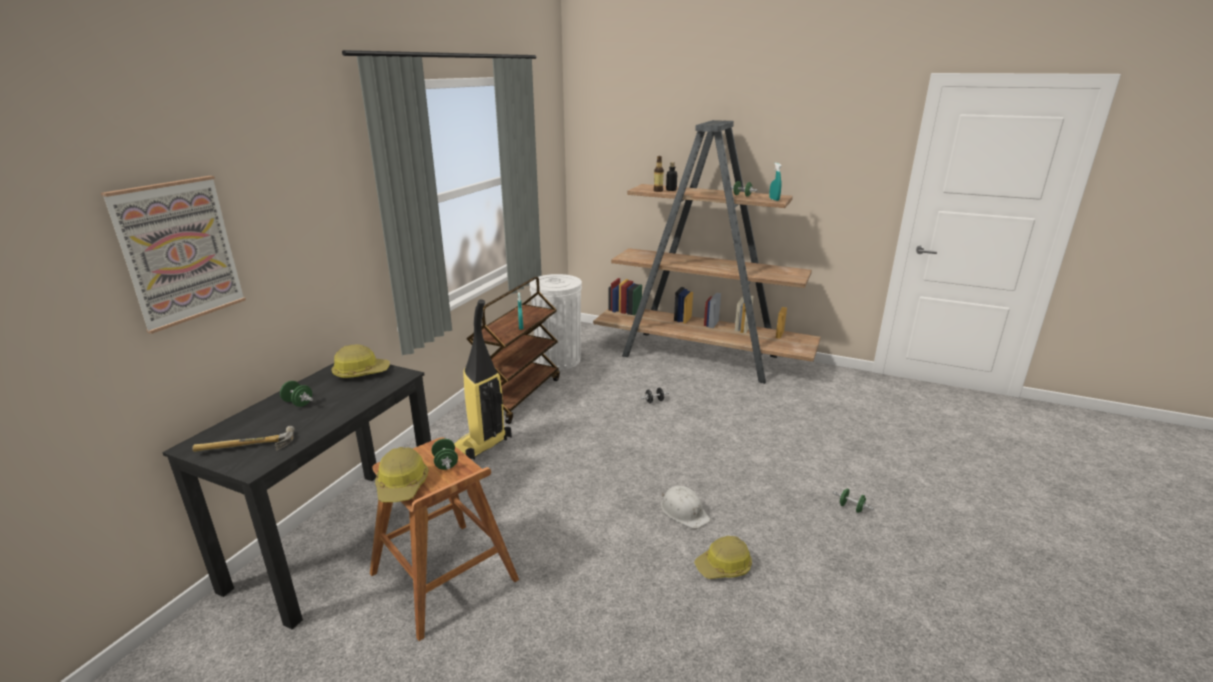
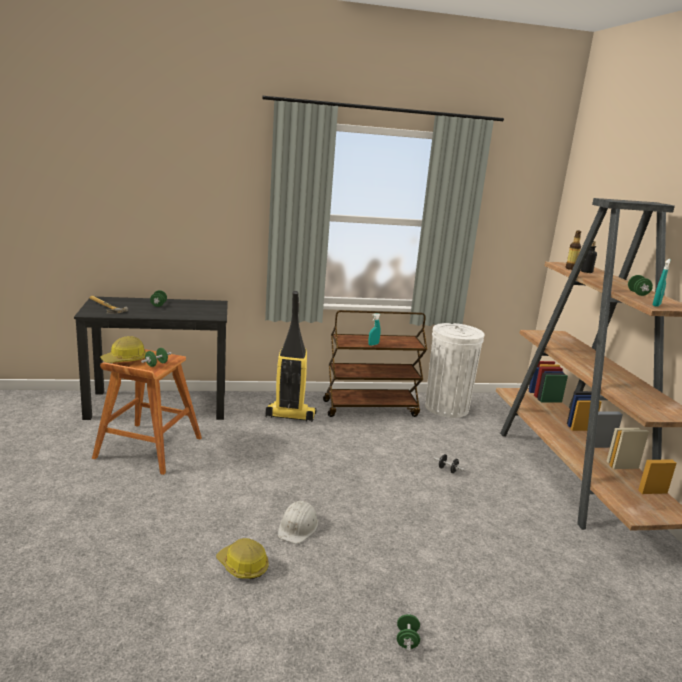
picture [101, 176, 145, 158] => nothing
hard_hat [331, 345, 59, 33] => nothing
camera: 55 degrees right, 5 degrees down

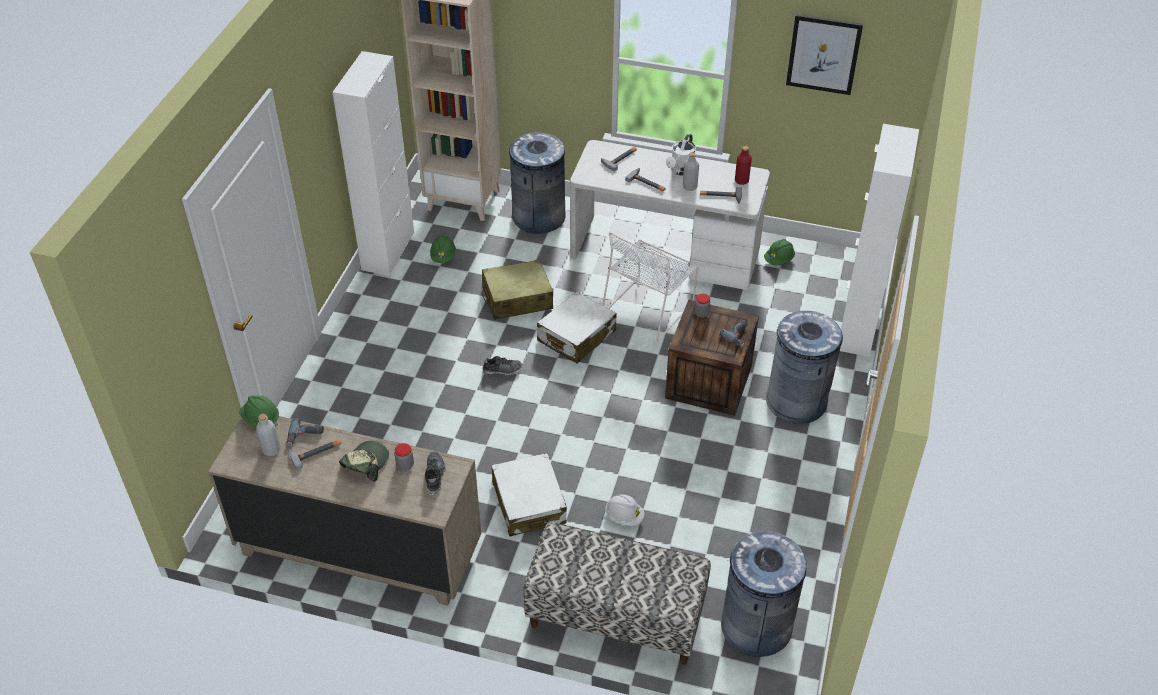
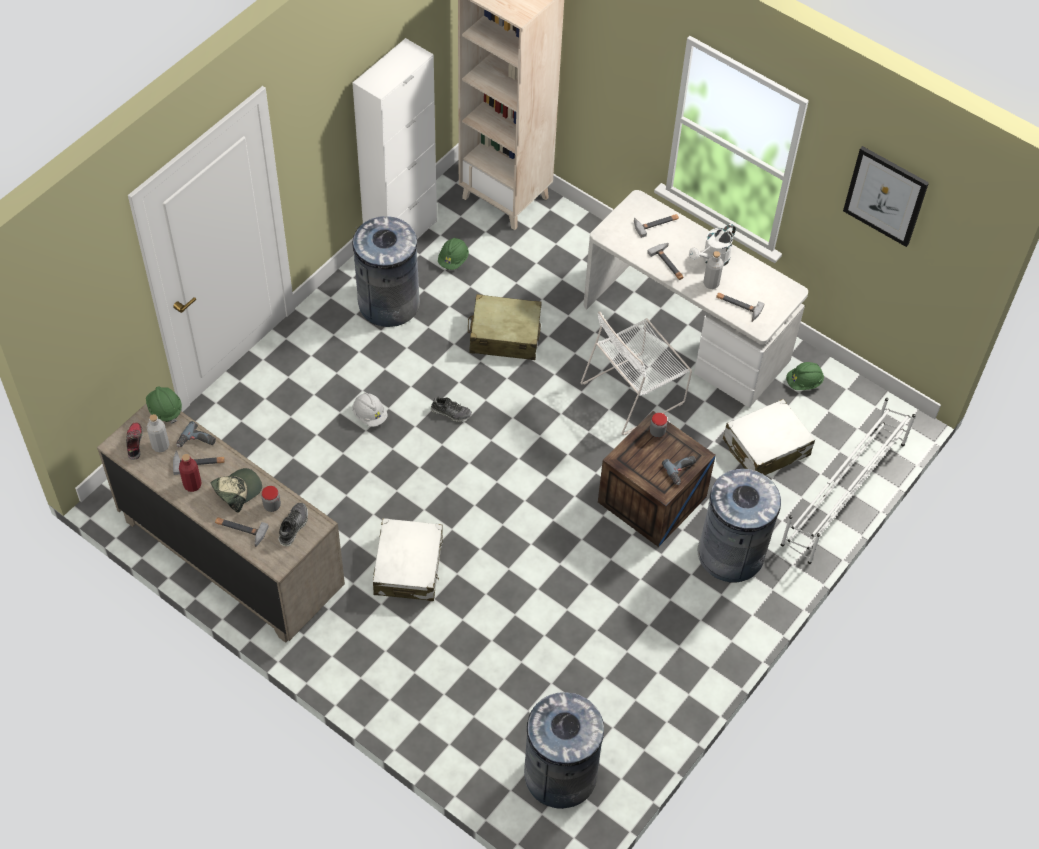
white_cabinet [840, 124, 79, 233] => white_shoe_rack [781, 398, 135, 166]
grey_trash_can [507, 132, 59, 102] => grey_trash_can [352, 216, 68, 111], relocated
red_bottle [735, 146, 17, 39] => red_bottle [179, 454, 23, 38], relocated
white_suitcase [537, 291, 79, 72] => white_suitcase [723, 399, 92, 76], relocated
white_hard_hat [605, 494, 40, 32] => white_hard_hat [353, 393, 35, 34], relocated
bench [523, 522, 188, 143] => nothing
nothing => shoe [126, 422, 17, 38]
nothing => hammer [215, 518, 54, 29]
camera: 20 degrees right, 10 degrees up

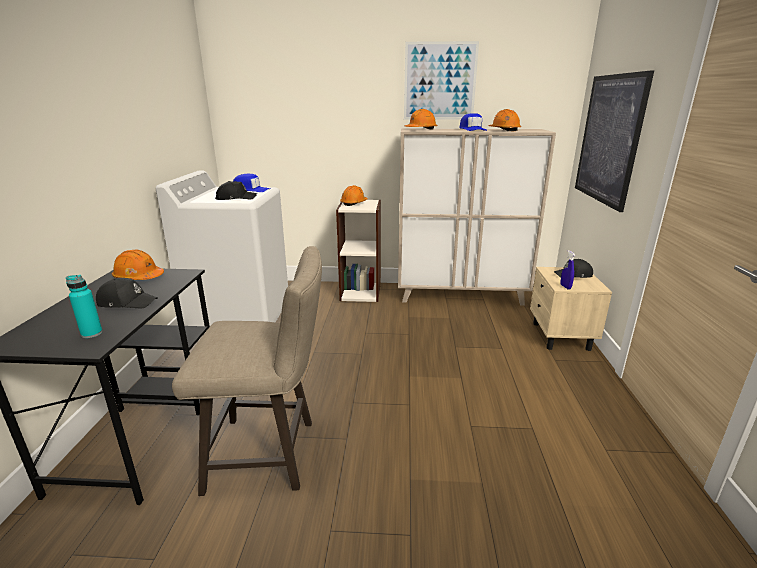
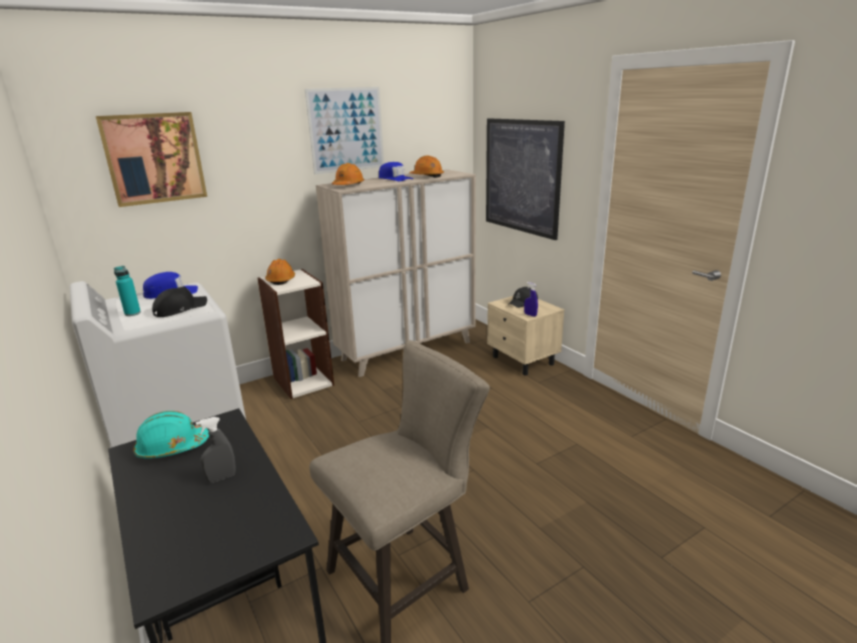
orange_hard_hat [112, 250, 52, 30] => turquoise_hard_hat [133, 411, 76, 48]
turquoise_bottle [66, 275, 37, 63] => turquoise_bottle [114, 266, 27, 50], relocated
black_cap [96, 278, 62, 31] => grey_spray_bottle [196, 417, 40, 66]
nothing => picture [96, 112, 111, 95]
camera: 35 degrees left, 0 degrees up

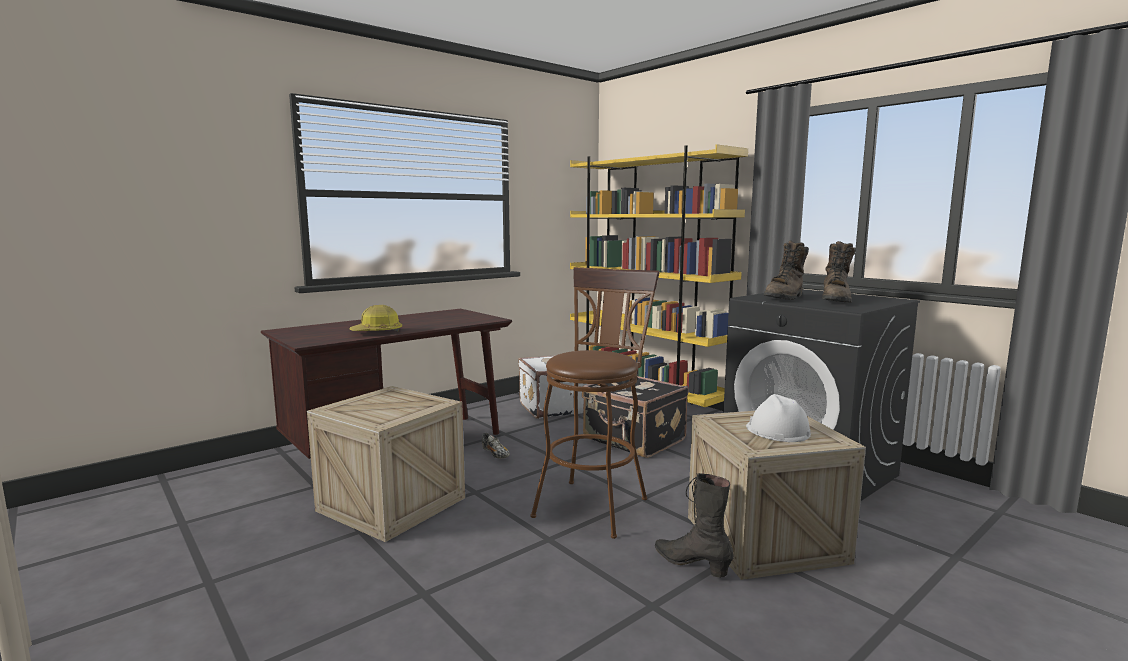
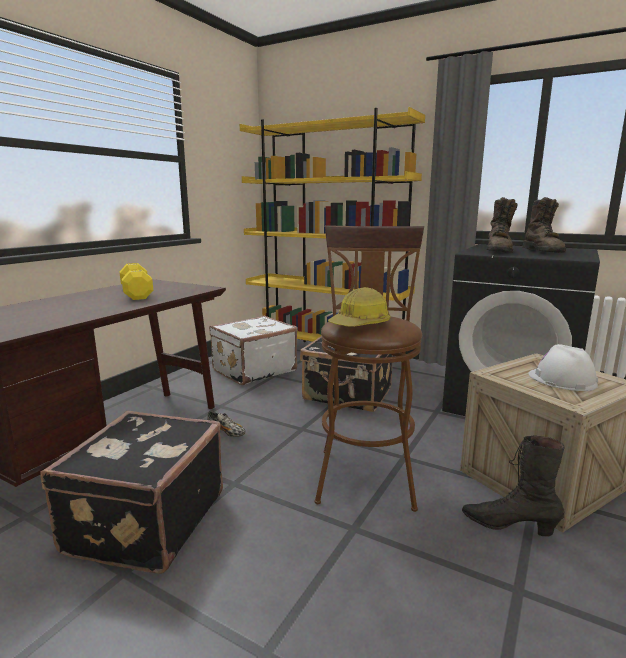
hard_hat [350, 305, 52, 27] => hard_hat [328, 287, 62, 40], relocated
crate [307, 386, 158, 156] => black_suitcase [40, 411, 183, 163]
nothing => yellow_dumbbell [119, 263, 34, 37]
camera: 20 degrees left, 5 degrees up

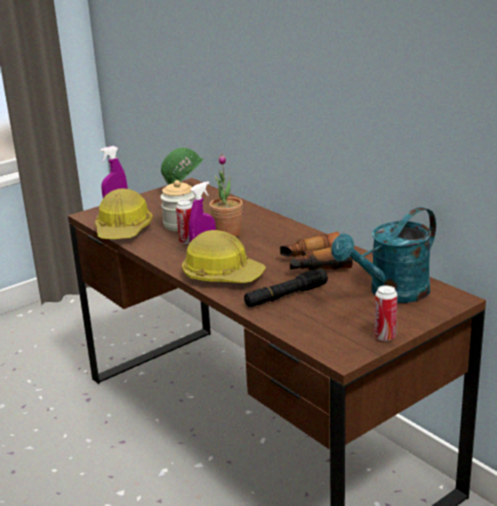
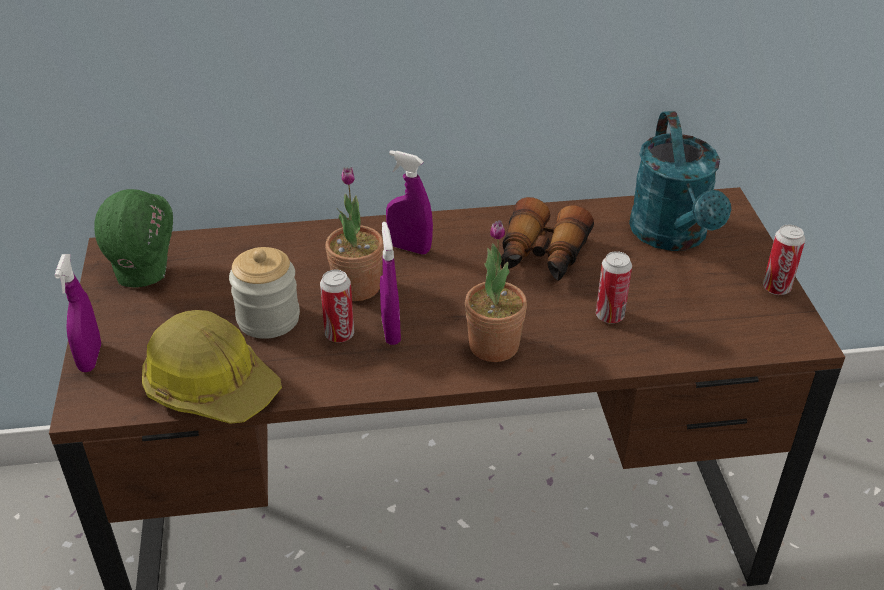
hard_hat [182, 230, 84, 53] => potted_plant [465, 220, 62, 142]
black_flashlight [244, 268, 84, 39] => can [596, 251, 36, 72]
nothing => purple_spray_bottle [386, 150, 47, 104]
camera: 60 degrees left, 15 degrees up

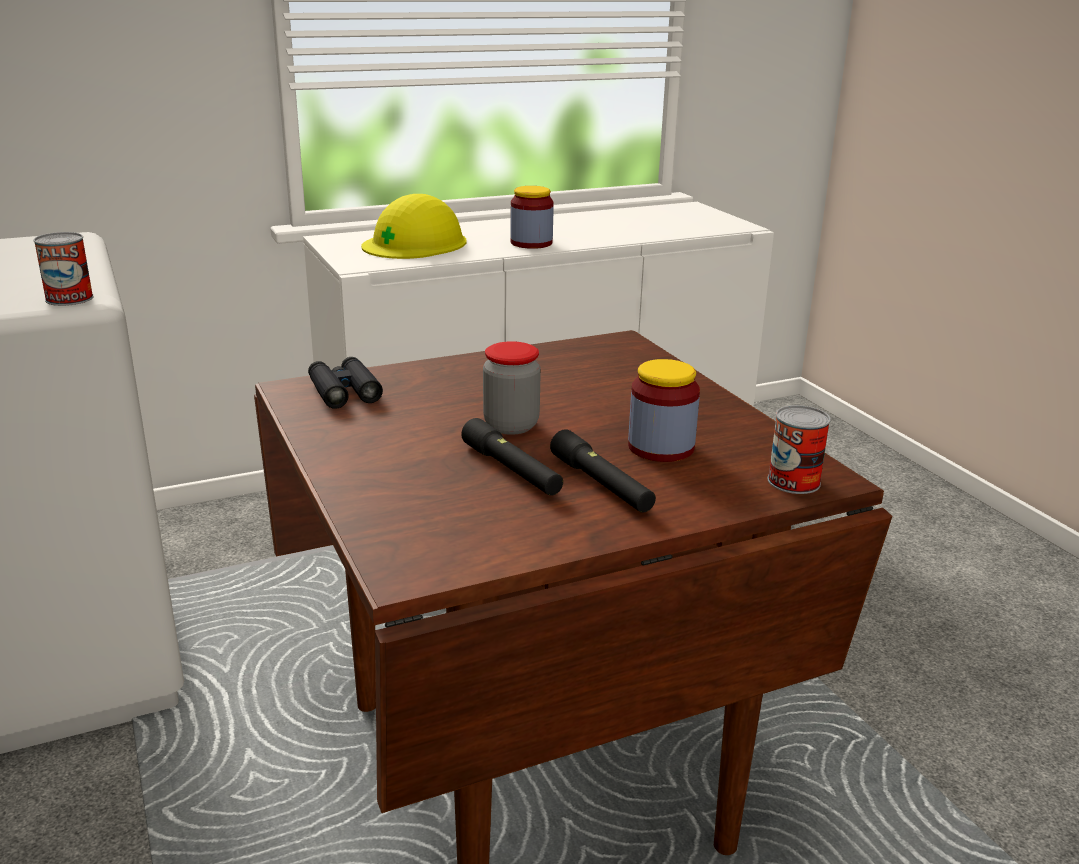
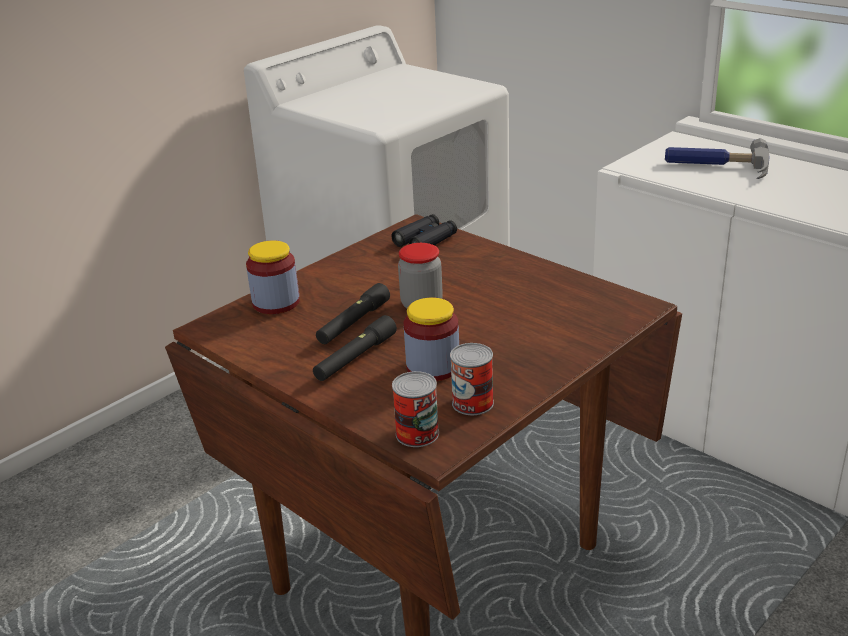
jar [510, 186, 44, 63] => jar [246, 240, 54, 74], relocated
yellow_hard_hat [361, 194, 106, 65] => hammer [665, 138, 104, 41]
can [33, 232, 61, 74] => can [450, 343, 44, 72], relocated
camera: 70 degrees right, 5 degrees up

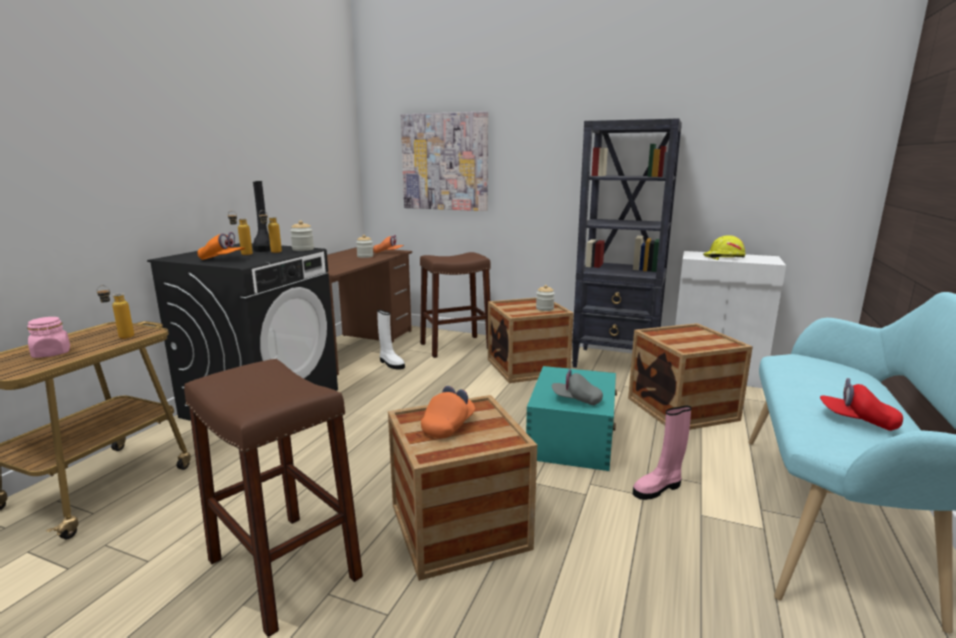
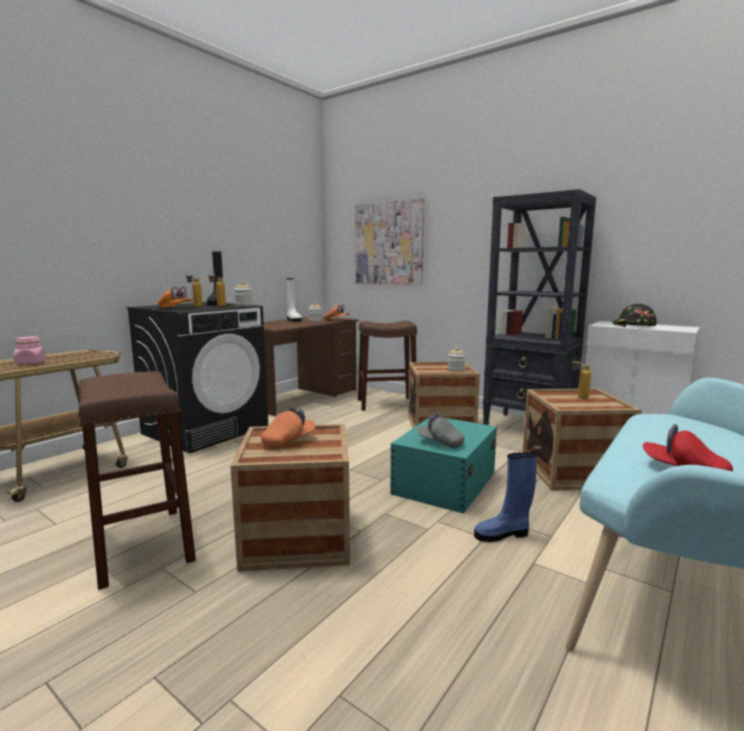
yellow_hard_hat [703, 235, 43, 25] => black_hard_hat [612, 304, 45, 23]
bottle [97, 285, 37, 54] => bottle [573, 358, 18, 41], relocated
white_boot [377, 310, 28, 60] => white_boot [286, 278, 16, 44], relocated
pink_boot [633, 406, 59, 94] => blue_boot [474, 452, 63, 90]
camera: 15 degrees right, 5 degrees down

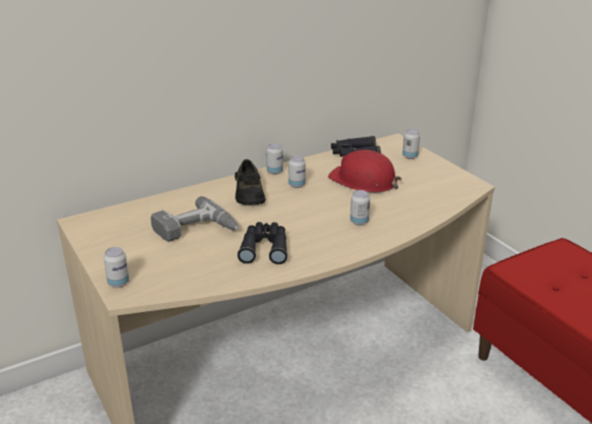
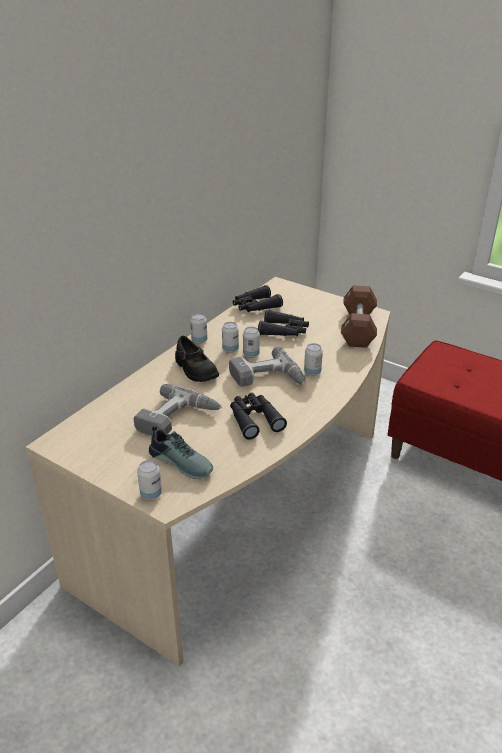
can [402, 129, 18, 30] => can [243, 327, 17, 31], relocated
red_hard_hat [328, 150, 74, 43] => black_binoculars [258, 309, 51, 27]
nothing => brown_dumbbell [341, 285, 36, 63]
nothing => power_drill [229, 347, 77, 40]
nothing => shoe [149, 426, 64, 53]
camera: 25 degrees left, 5 degrees up

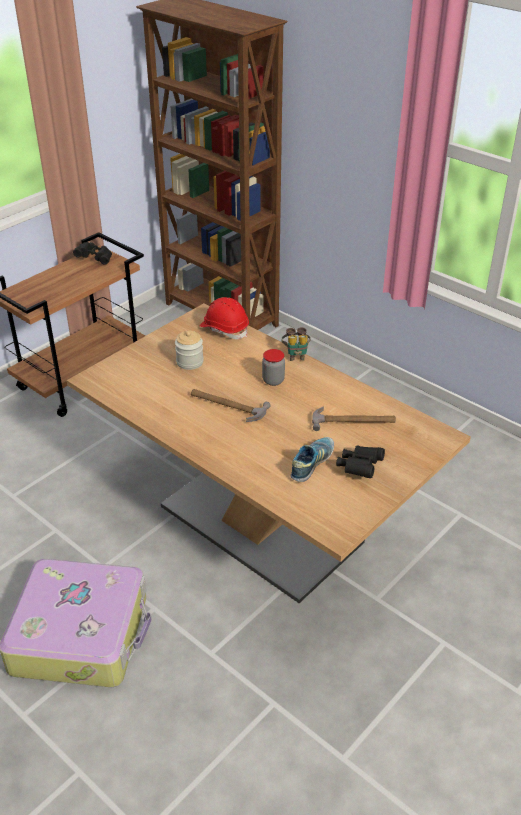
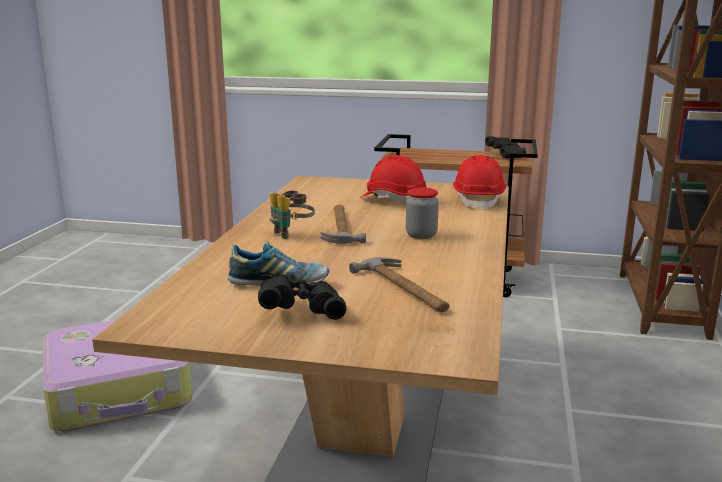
binoculars [281, 327, 30, 34] => binoculars [269, 190, 46, 49], relocated
jar [175, 331, 29, 39] => red_hard_hat [360, 155, 67, 50]
camera: 60 degrees right, 20 degrees down

